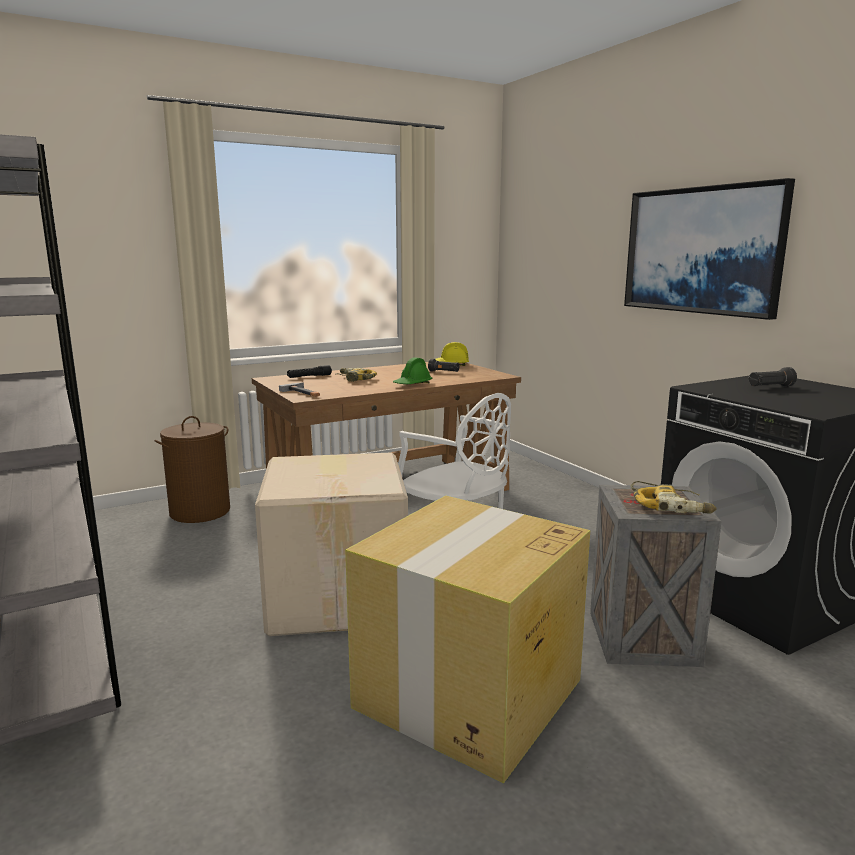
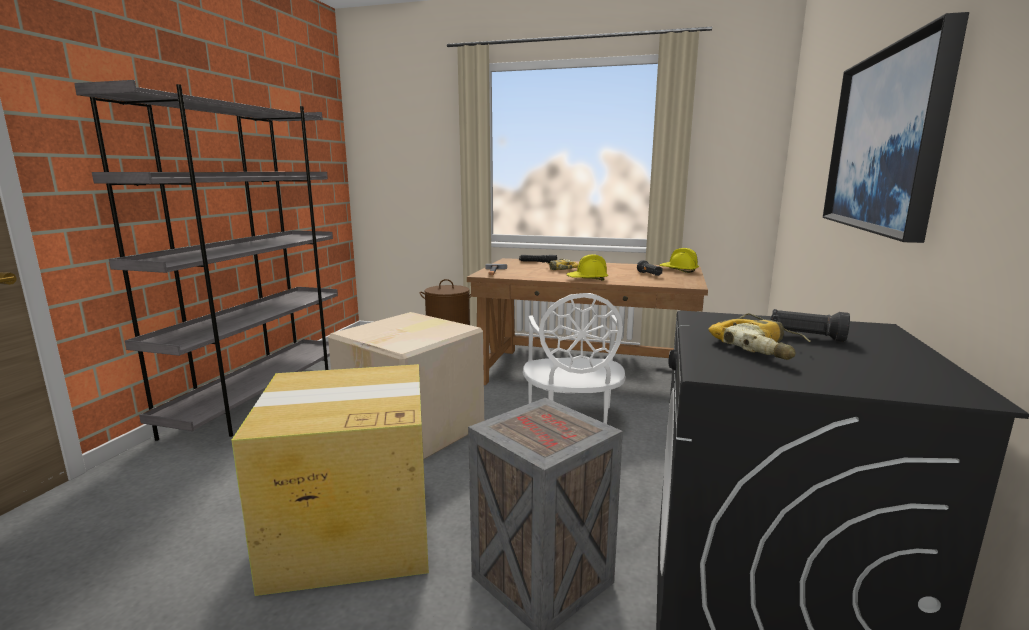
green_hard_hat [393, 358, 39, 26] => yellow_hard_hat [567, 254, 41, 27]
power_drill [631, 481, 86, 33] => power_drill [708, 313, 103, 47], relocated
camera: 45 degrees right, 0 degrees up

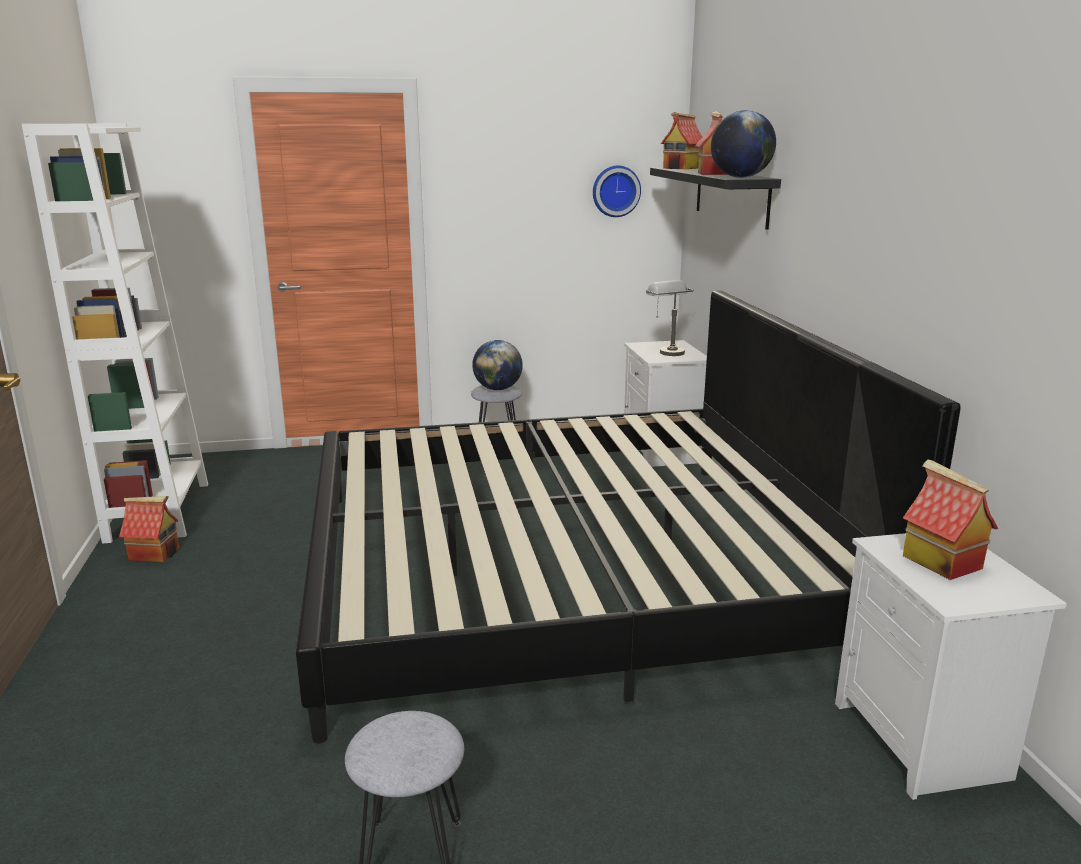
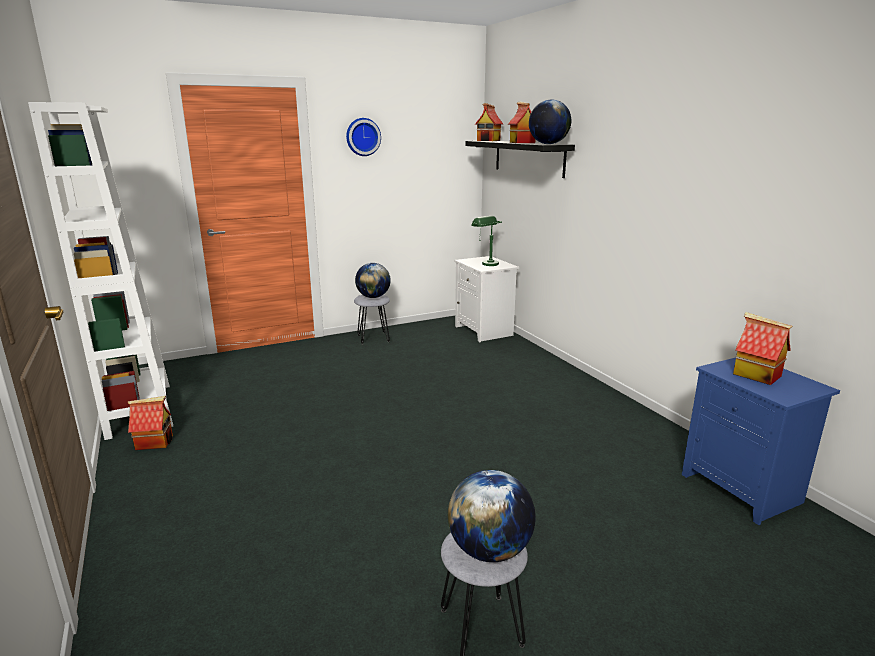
wall_clock [593, 166, 48, 51] => wall_clock [346, 118, 35, 38], relocated
grey_table_lamp [646, 280, 48, 76] => green_table_lamp [471, 216, 31, 50]
bed [296, 291, 664, 453] => nothing
white_nightstand [835, 533, 232, 267] => blue_nightstand [682, 358, 158, 167]
nothing => globe [448, 470, 88, 92]
camera: 15 degrees left, 0 degrees up

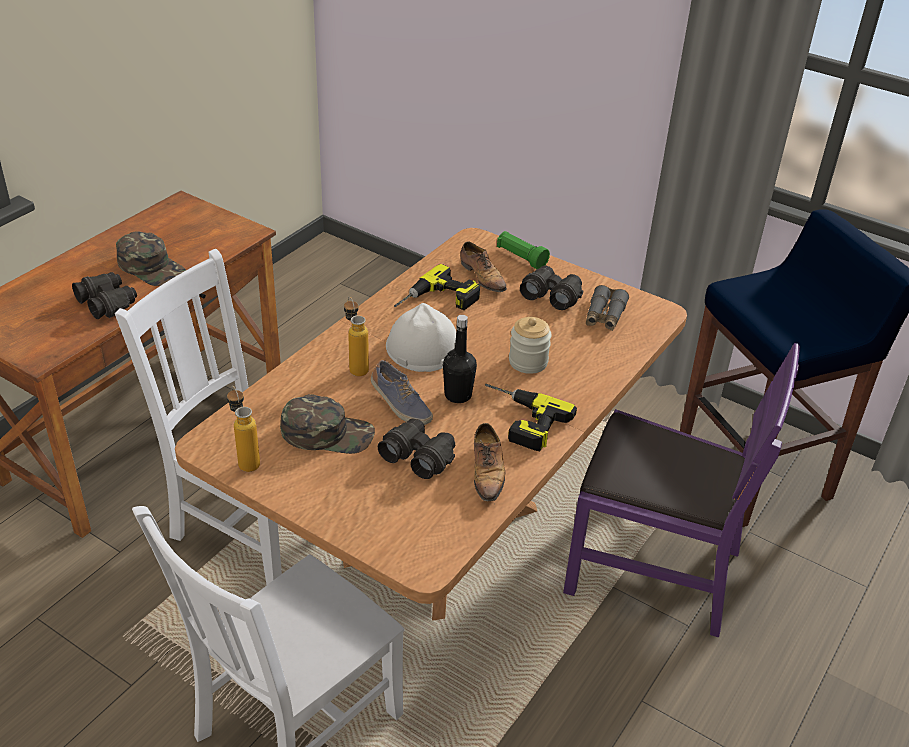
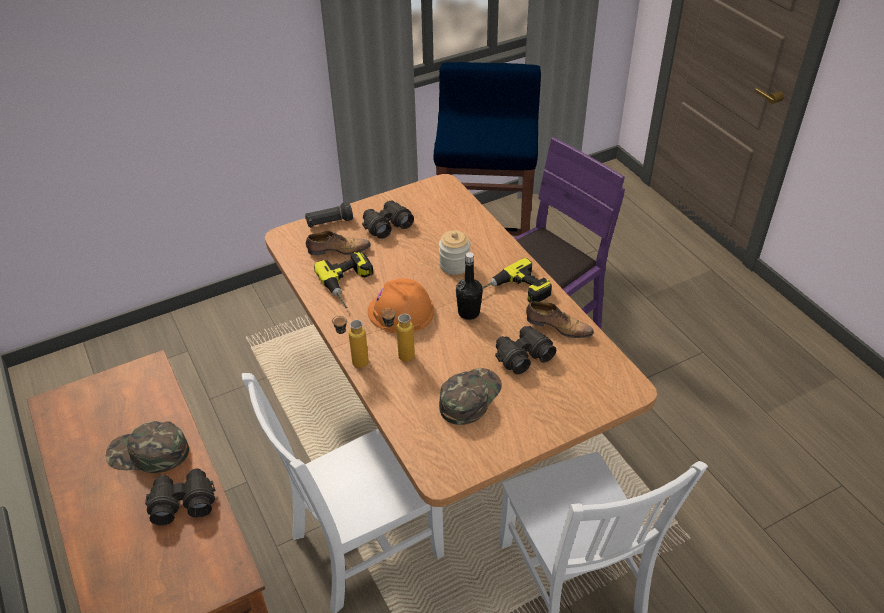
green_cap [116, 231, 70, 55] => green_cap [106, 421, 83, 52], 150 degrees counterclockwise
green_flashlight [497, 231, 53, 38] => black_flashlight [305, 201, 48, 27]
grey_binoculars [586, 285, 43, 46] => nothing
white_hard_hat [386, 303, 70, 69] => orange_hard_hat [367, 278, 67, 55]
shoe [371, 360, 62, 65] => nothing
bottle [227, 386, 33, 86] => bottle [332, 316, 37, 52], relocated
camera: 60 degrees left, 5 degrees up

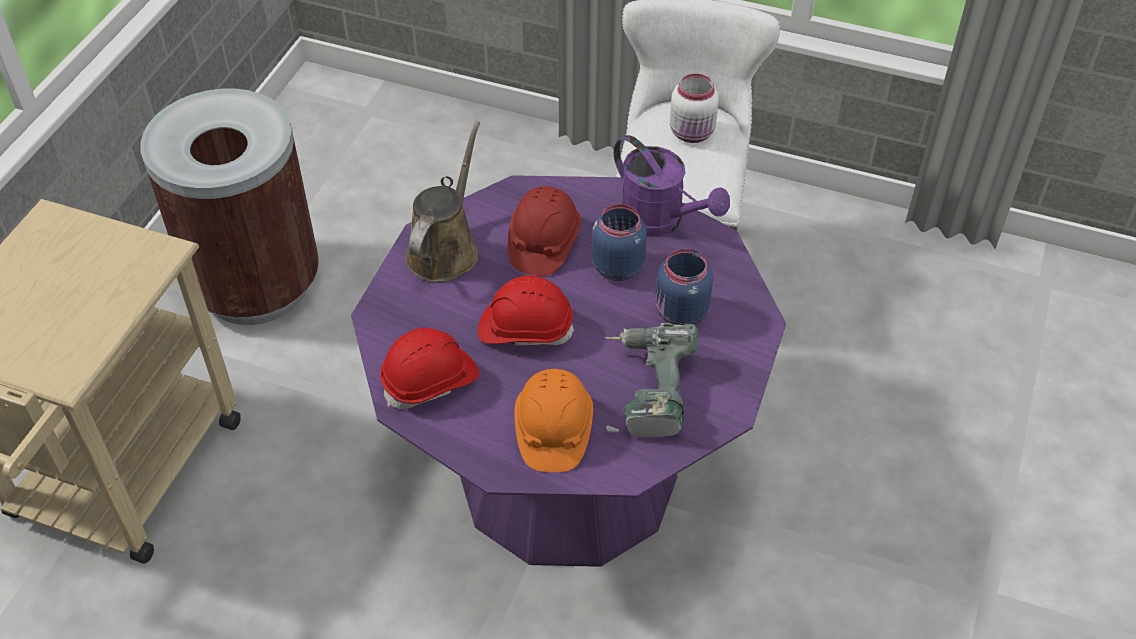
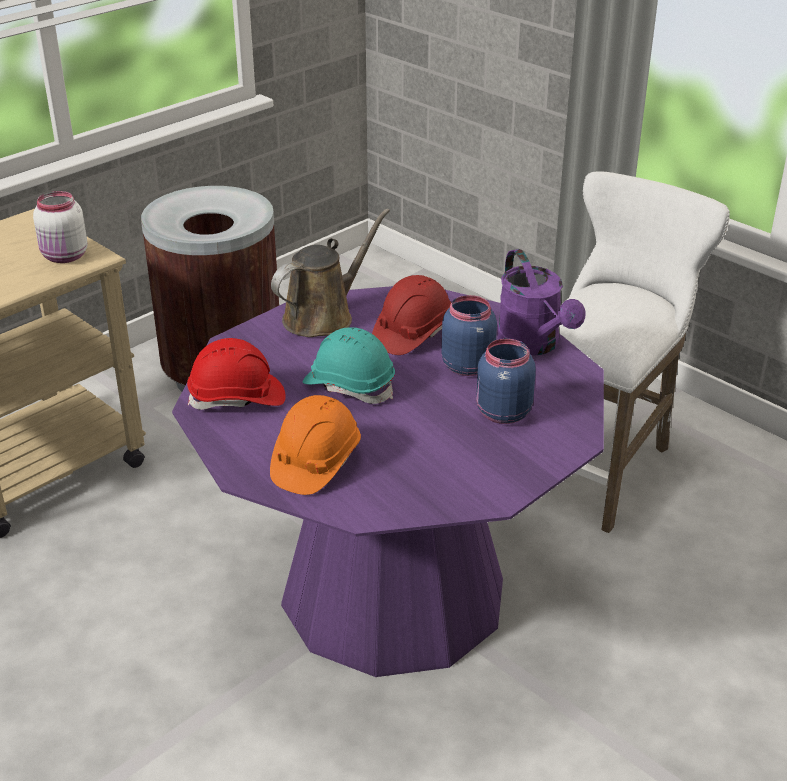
white_jar [670, 73, 49, 70] => white_jar [33, 191, 54, 72], relocated
red_hard_hat [478, 275, 96, 71] => turquoise_hard_hat [302, 327, 93, 77]
power_drill [605, 323, 94, 114] => nothing
camera: 25 degrees right, 15 degrees down

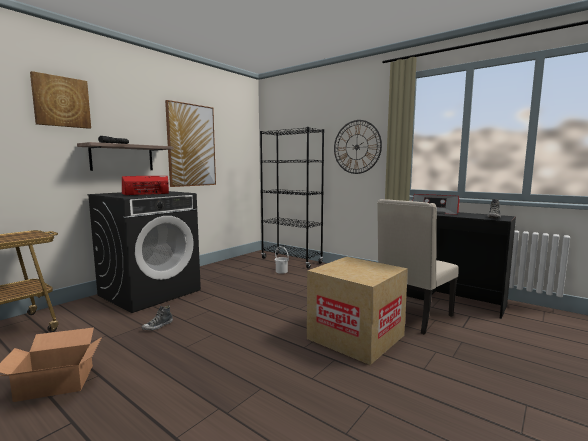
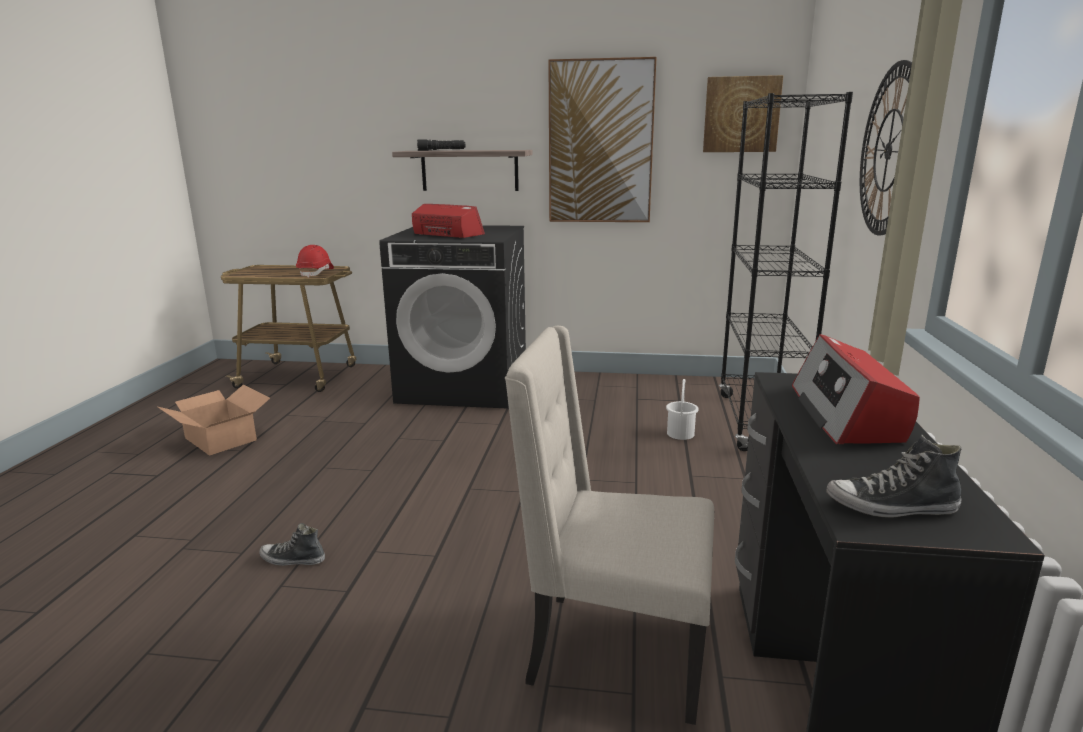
picture [30, 71, 61, 58] => picture [703, 75, 80, 77], relocated
cardboard_box [307, 257, 101, 108] => nothing
shoe [141, 305, 32, 25] => shoe [259, 523, 66, 43], relocated
nothing => red_hard_hat [296, 245, 38, 33]
camera: 60 degrees right, 10 degrees up

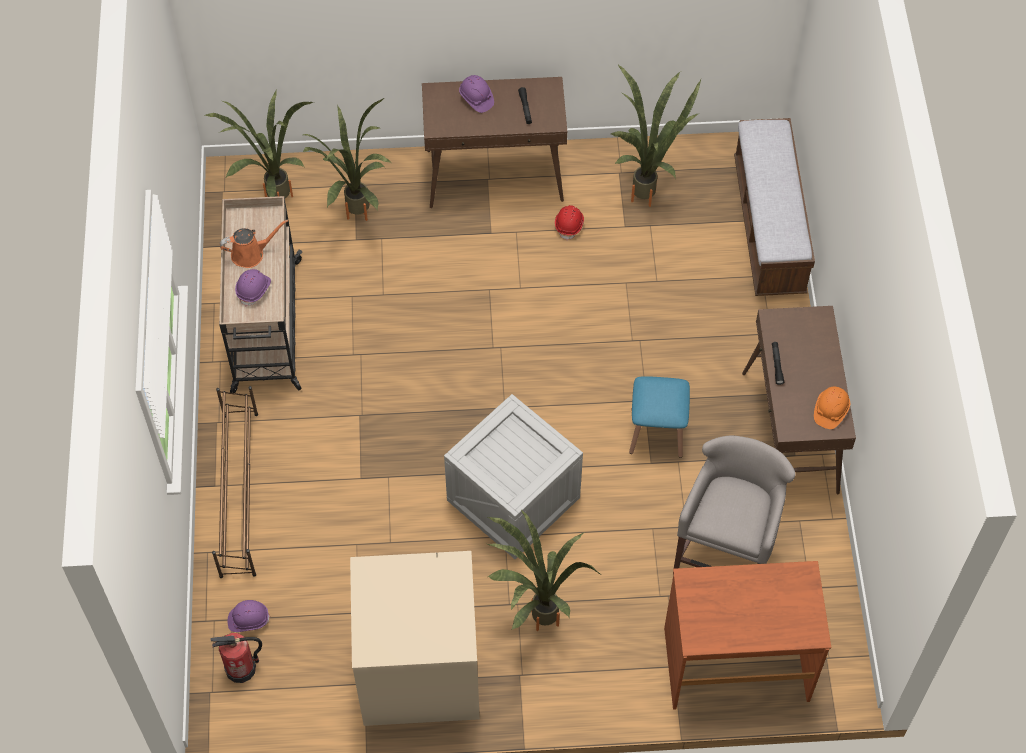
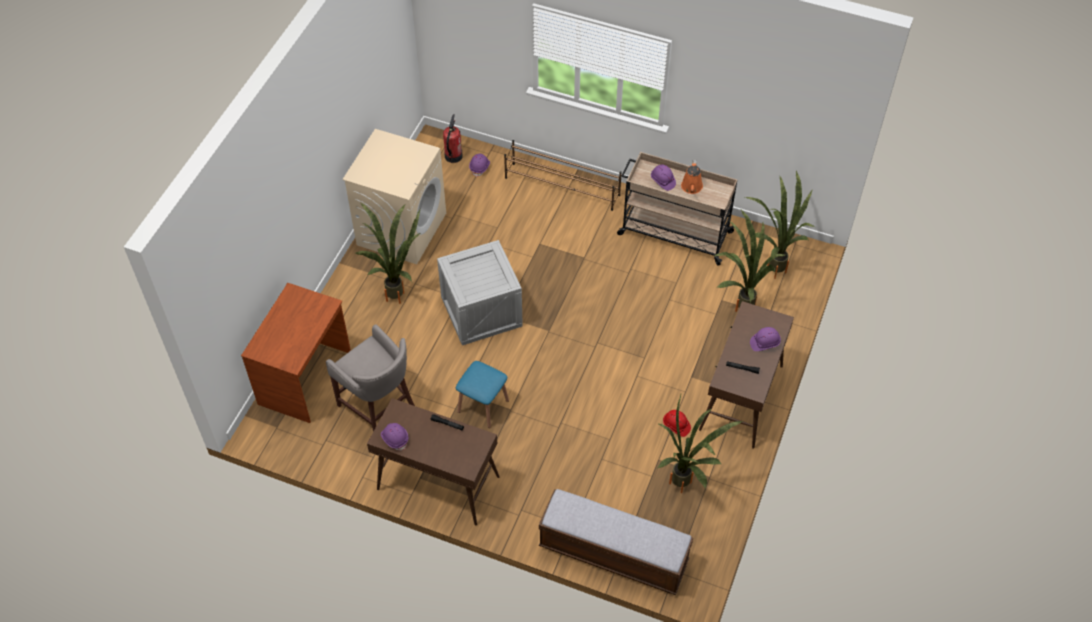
orange_hard_hat [814, 387, 36, 42] => purple_hard_hat [381, 423, 27, 28]
camera: 115 degrees right, 5 degrees down

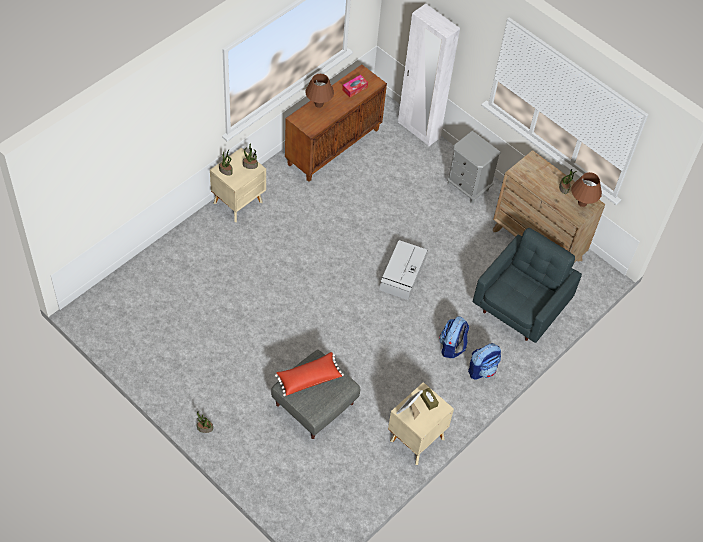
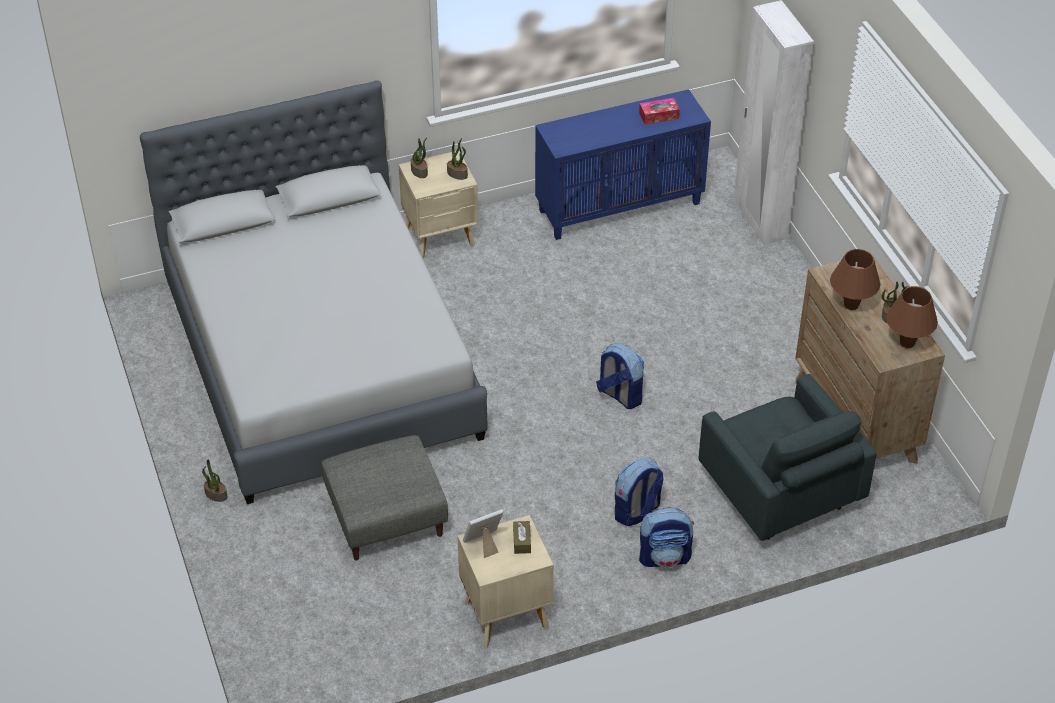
brown_cabinet [285, 64, 102, 118] => blue_cabinet [535, 89, 176, 151]
brown_table_lamp [305, 74, 29, 34] => brown_table_lamp [830, 249, 51, 61], relocated
grey_nightstand [447, 131, 54, 72] => nothing
grey_armchair [473, 228, 109, 115] => grey_armchair [699, 374, 178, 167], 90 degrees clockwise
grey_storage_box [380, 240, 47, 60] => backpack [596, 343, 48, 66]
red_pillow [275, 352, 69, 44] => nothing
nothing => grey_bed [140, 80, 348, 424]
camera: 30 degrees right, 10 degrees down

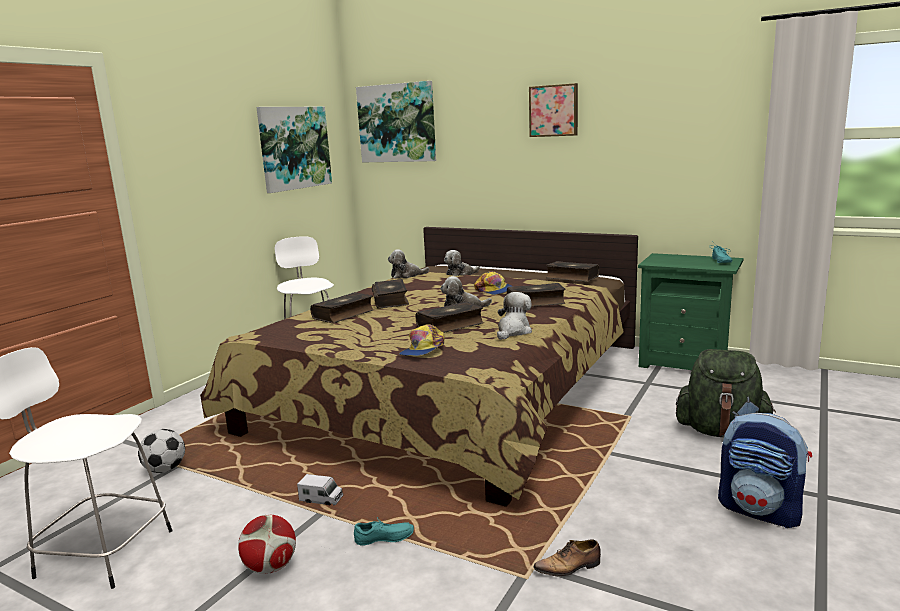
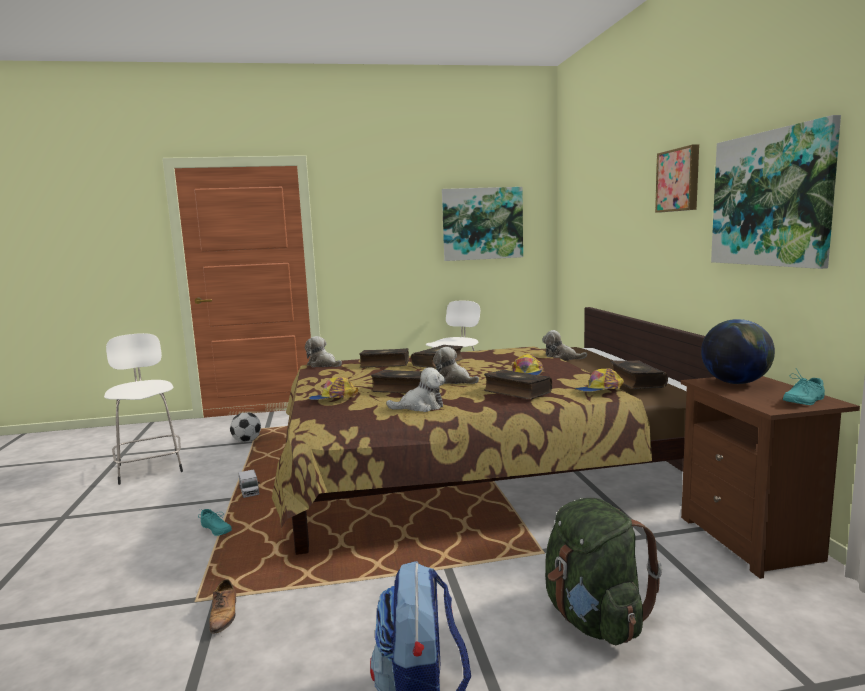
picture [356, 81, 80, 81] => picture [711, 115, 130, 154], relocated
plush_toy [388, 249, 42, 30] => plush_toy [305, 336, 37, 31], relocated
green_nightstand [638, 253, 106, 117] => brown_nightstand [681, 376, 179, 203]
football [238, 515, 58, 59] => nothing
shoe [533, 540, 68, 36] => shoe [209, 579, 27, 55], 135 degrees counterclockwise
nothing => globe [701, 319, 74, 65]
nothing => cap [575, 368, 49, 24]
camera: 50 degrees right, 5 degrees down

